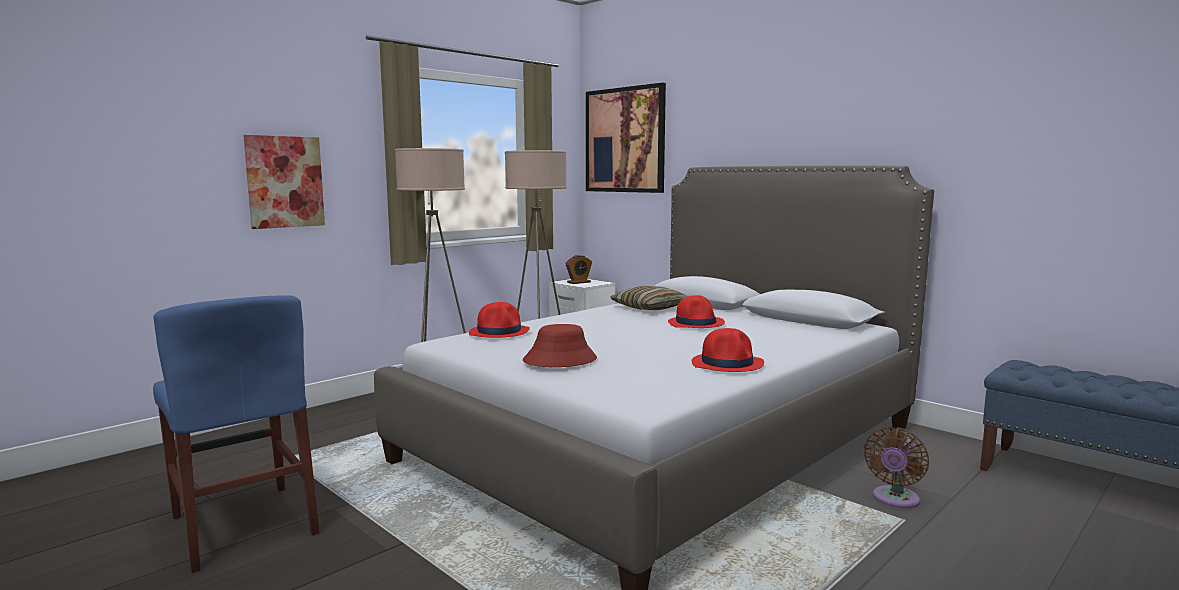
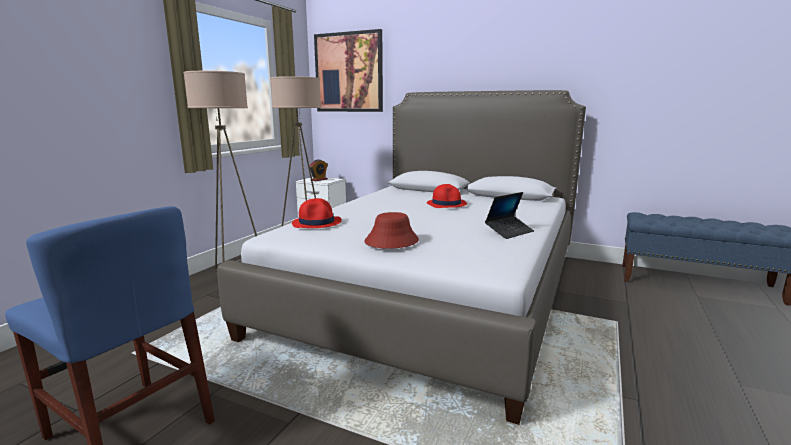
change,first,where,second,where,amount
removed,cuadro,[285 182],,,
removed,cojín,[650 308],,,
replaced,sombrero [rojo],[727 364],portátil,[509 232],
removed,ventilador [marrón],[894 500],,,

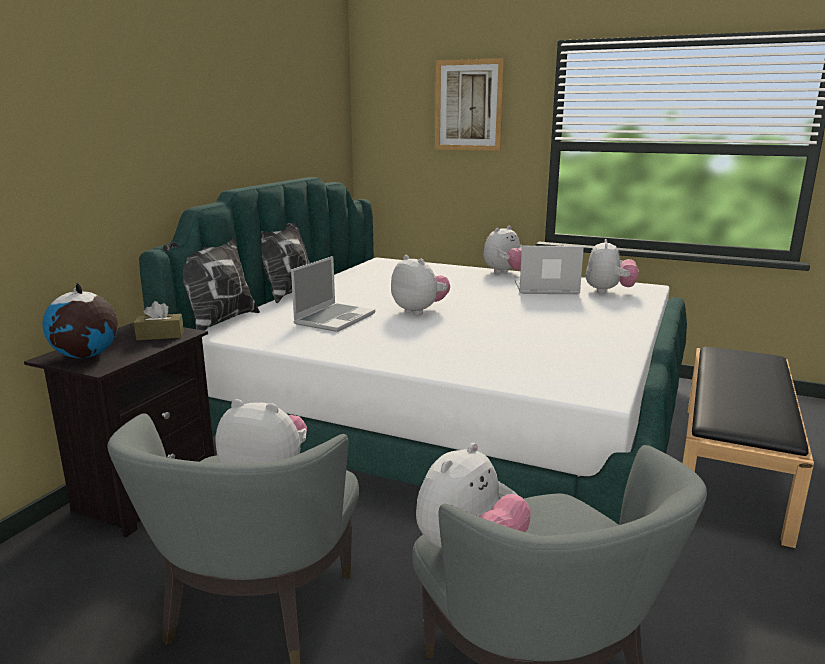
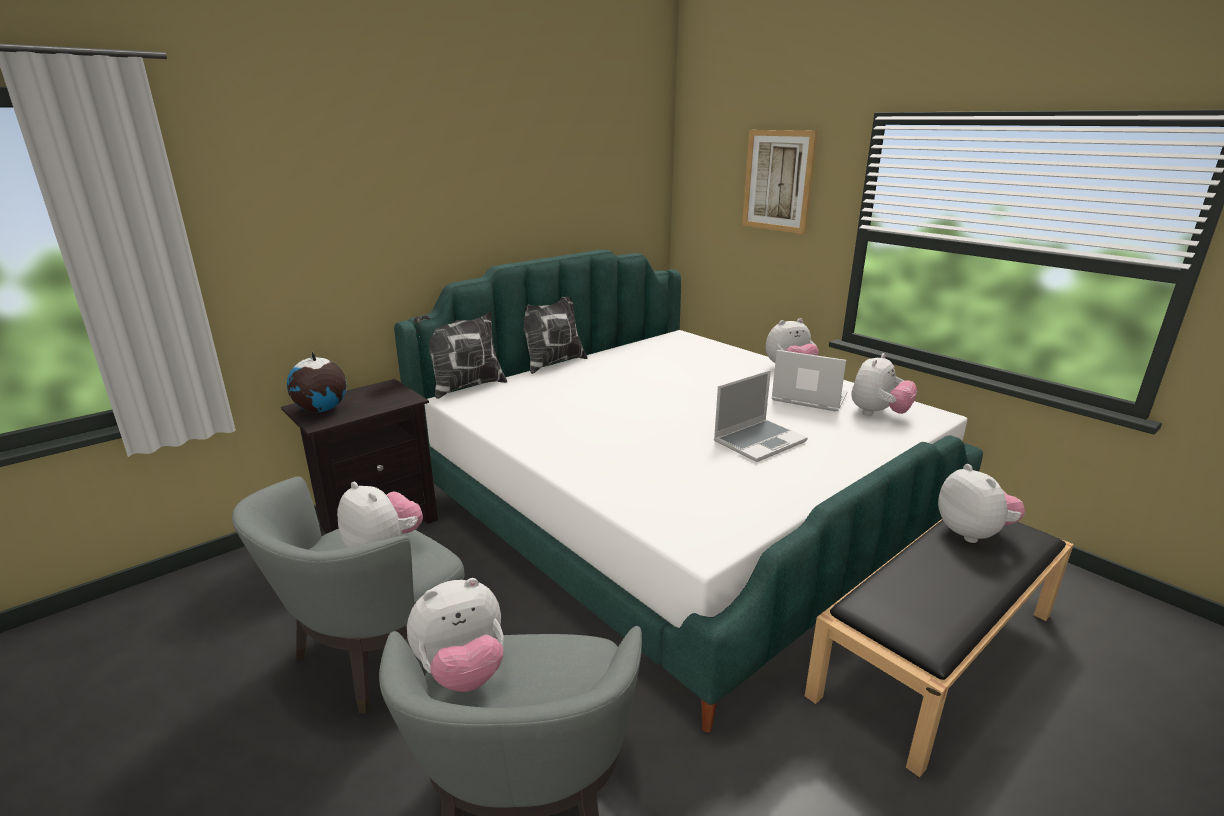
change,first,where,second,where,amount
moved,peluche,[419 311],,[973 533],
moved,portátil,[334 318],,[759 441],
removed,caja de pañuelos [marrón],[160 335],,,

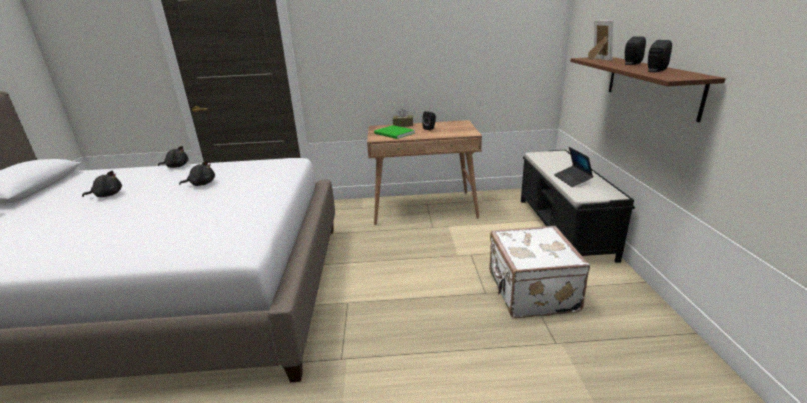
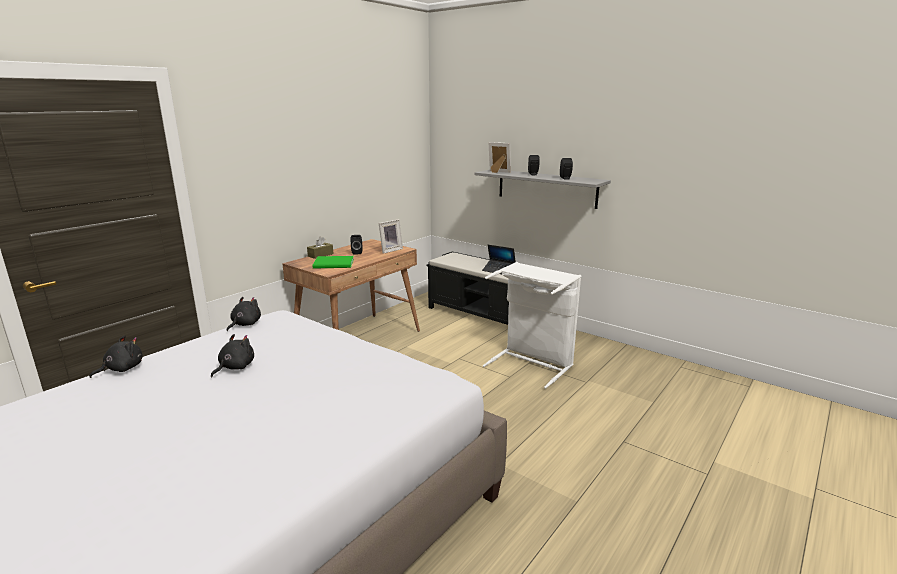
change,first,where,second,where,amount
recoloured,estante [marrón],[651 85],estante [gris],[546 188],
moved,peluche [negro],[107 195],,[245 324],
replaced,maleta [blanco],[530 292],cesto de la ropa [blanco],[532 363],
added,,,portarretratos,[390 250],

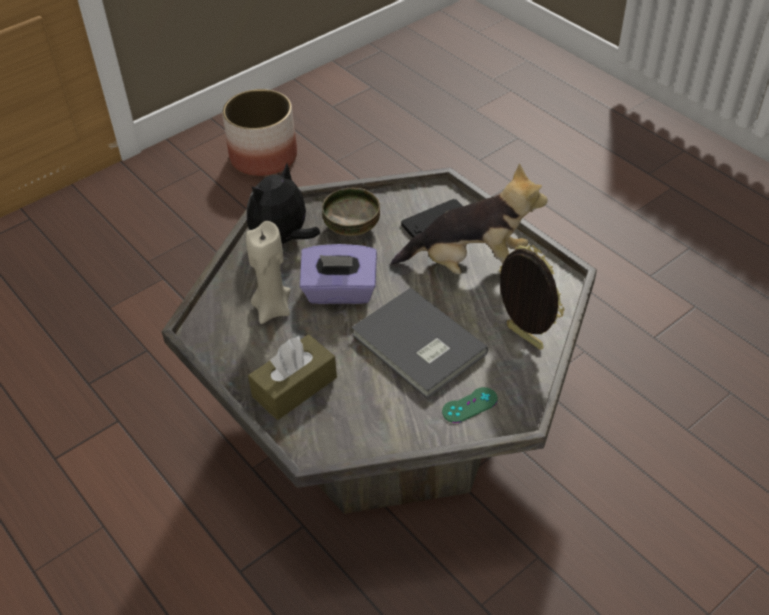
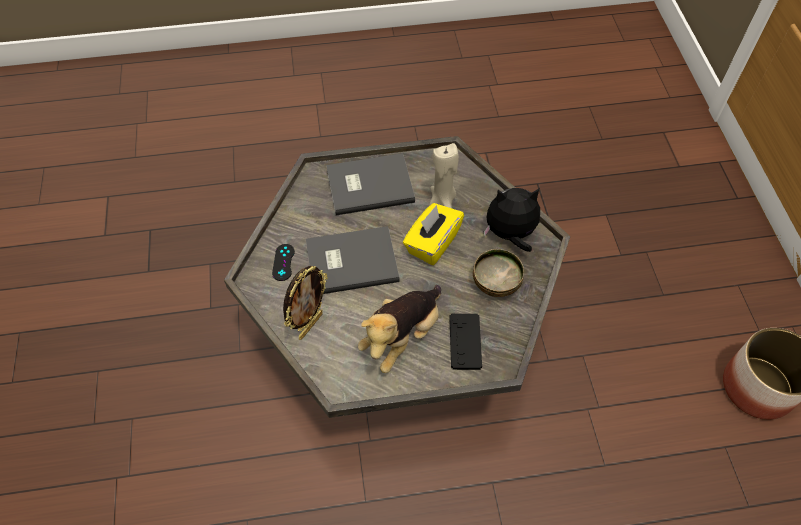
change,first,where,second,where,amount
turned,peluche,[282 240],,[510 235],75 degrees counterclockwise
recoloured,caja de pañuelos [morado],[340 292],caja de pañuelos [amarillo],[432 243],
turned,portarretratos,[522 338],,[310 325],45 degrees counterclockwise
replaced,caja de pañuelos [marrón],[294 387],libro [gris],[368 185],
recoloured,mando de consola [verde],[469 405],mando de consola [negro],[283 262],

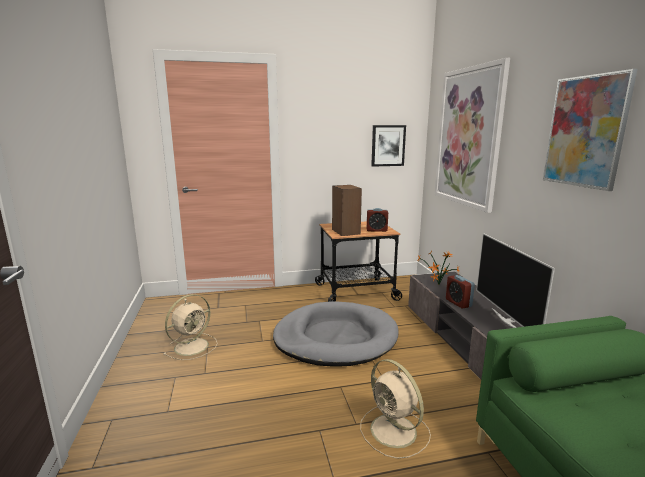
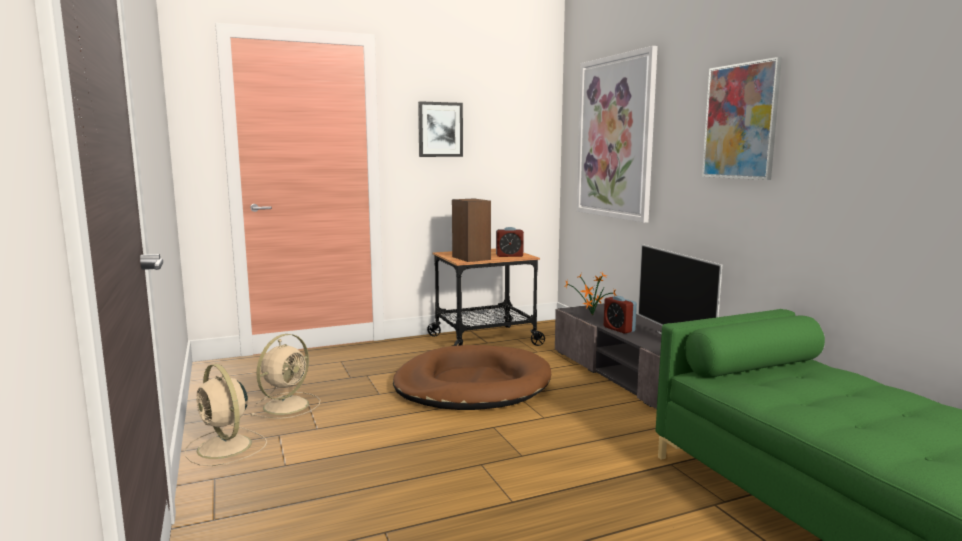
change,first,where,second,where,amount
moved,cuadro,[388 145],,[440 129],
recoloured,cama para perro [gris],[335 338],cama para perro [marrón],[472 385],
moved,ventilador [beis],[395 432],,[225 447],

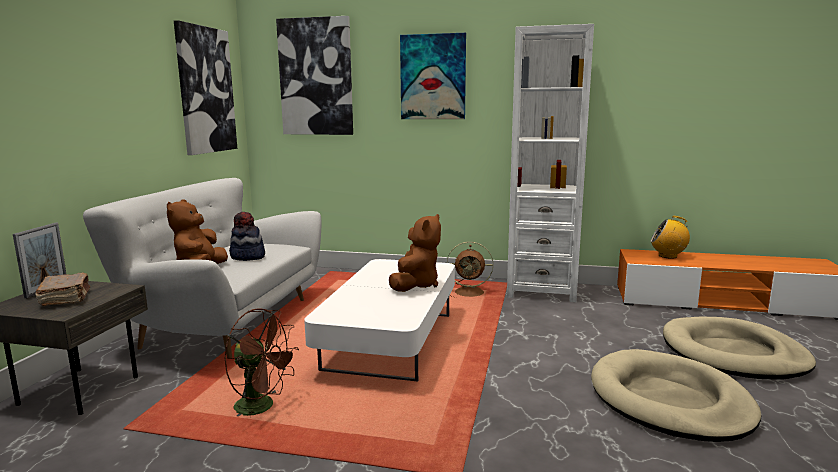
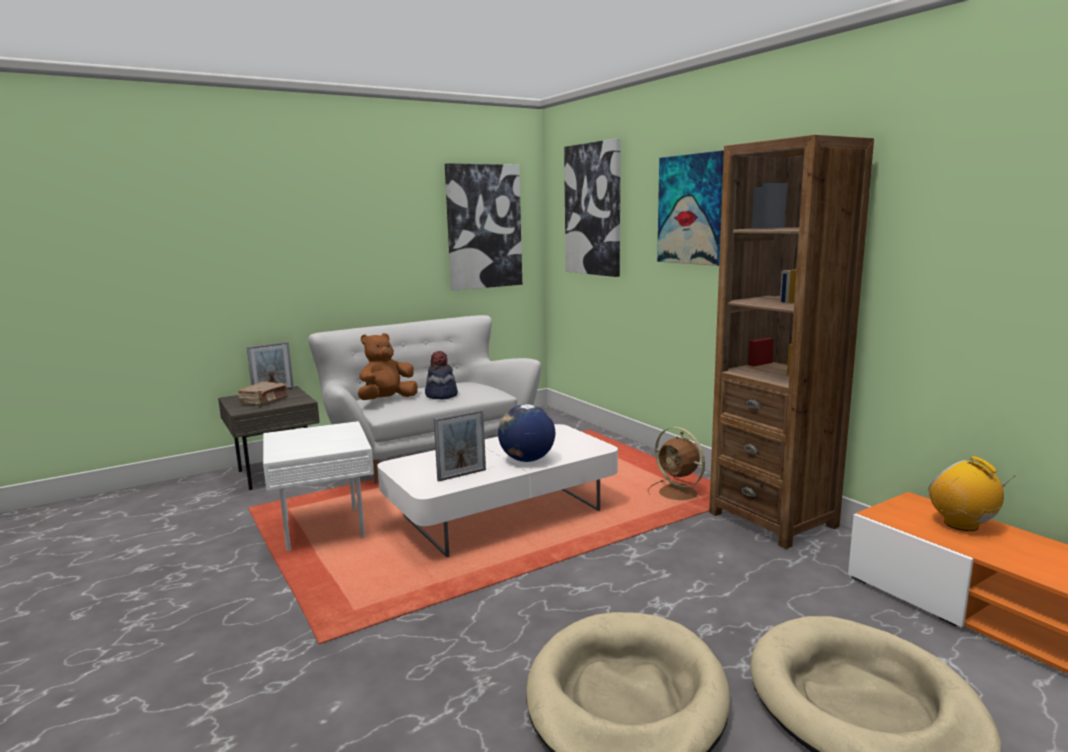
change,first,where,second,where,amount
recoloured,estantería [blanco],[541 290],estantería [marrón],[772 519],
replaced,peluche [marrón],[416 285],globo terráqueo,[526 460],
replaced,ventilador [marrón],[262 407],mesa auxiliar [blanco],[326 528],
added,,,portarretratos,[462 475],

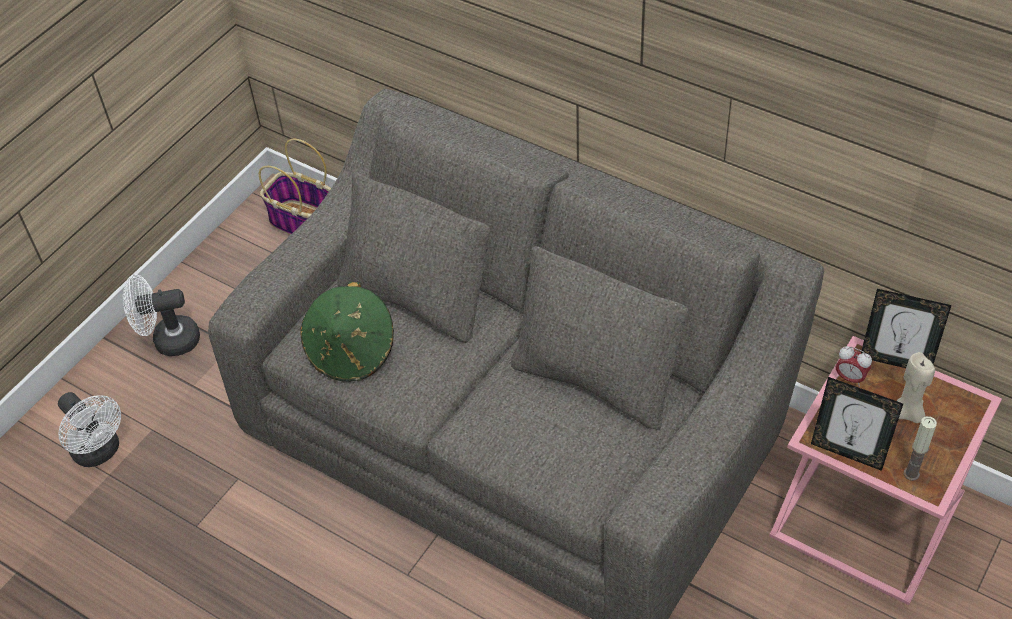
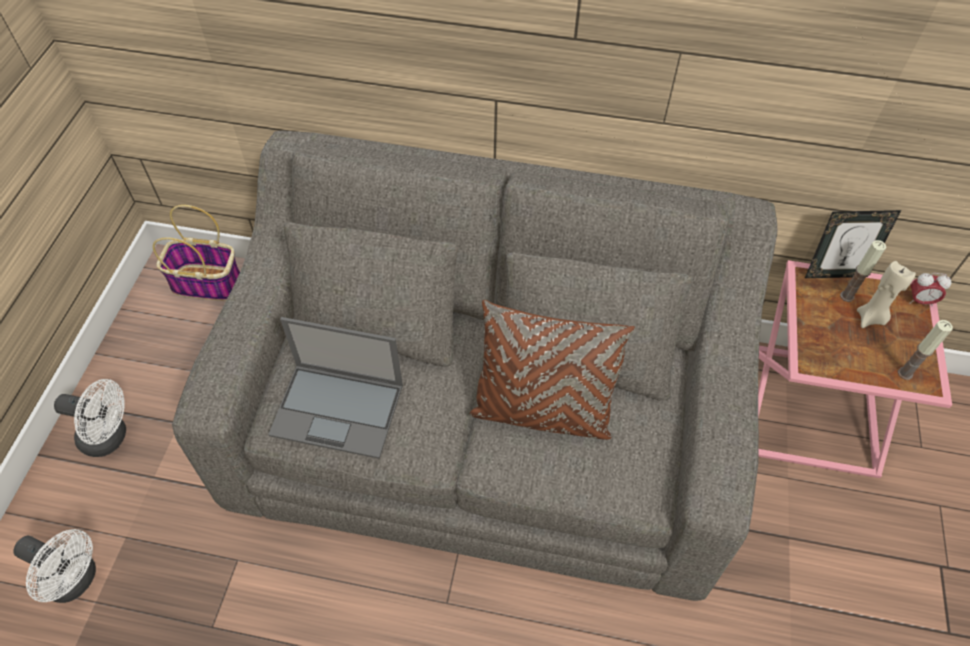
change,first,where,second,where,amount
turned,ventilador [blanco],[168 341],,[110 437],135 degrees counterclockwise
replaced,sombrero [verde],[352 351],portátil,[339 410],
moved,despertador,[850 378],,[919 301],
removed,portarretratos,[847 452],,,
added,,,vela,[847 296],
added,,,cojín [marrón],[542 412],

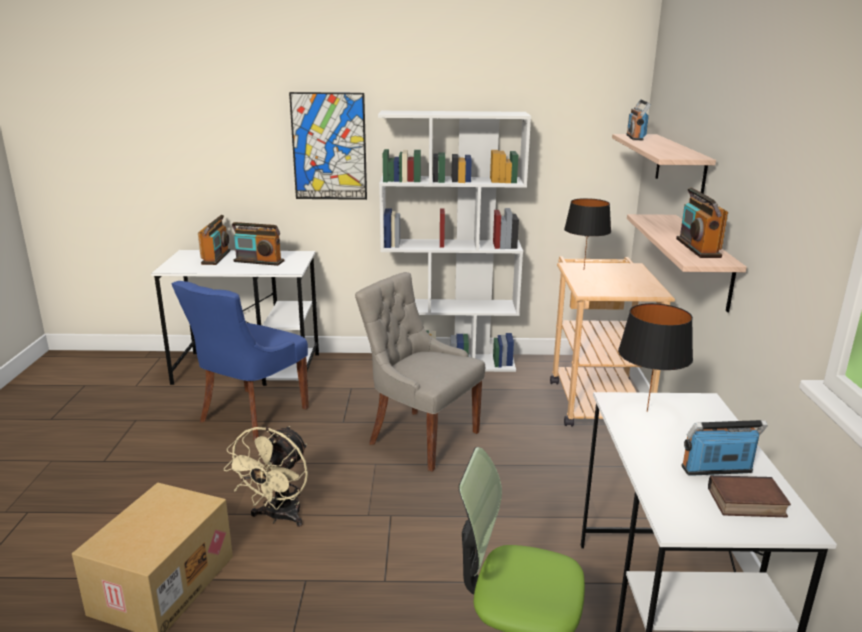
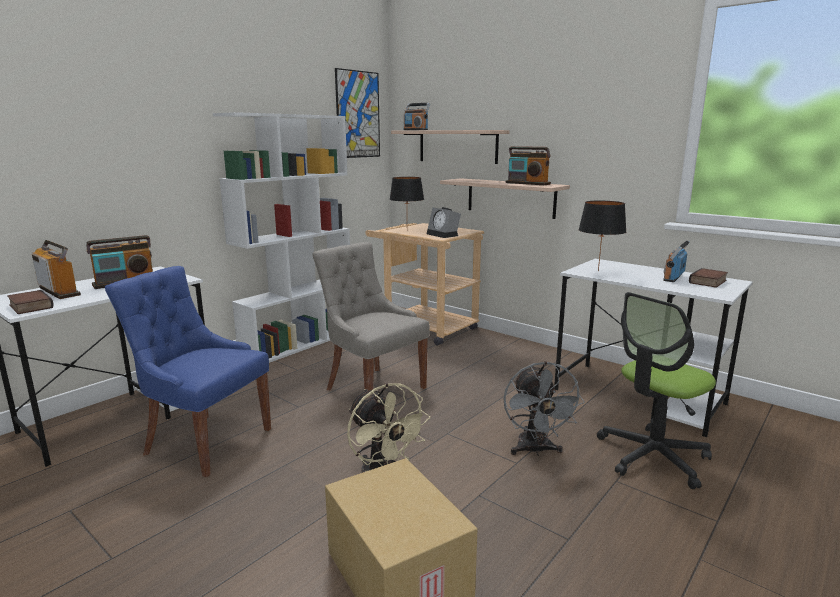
change,first,where,second,where,amount
moved,cuadro,[329 147],,[358 114],
turned,silla [gris],[421 437],,[373 388],60 degrees clockwise
turned,silla [azul],[251 415],,[205 441],135 degrees clockwise
added,,,despertador,[444 235],
added,,,libro,[29 306],
added,,,ventilador [gris],[535 450],

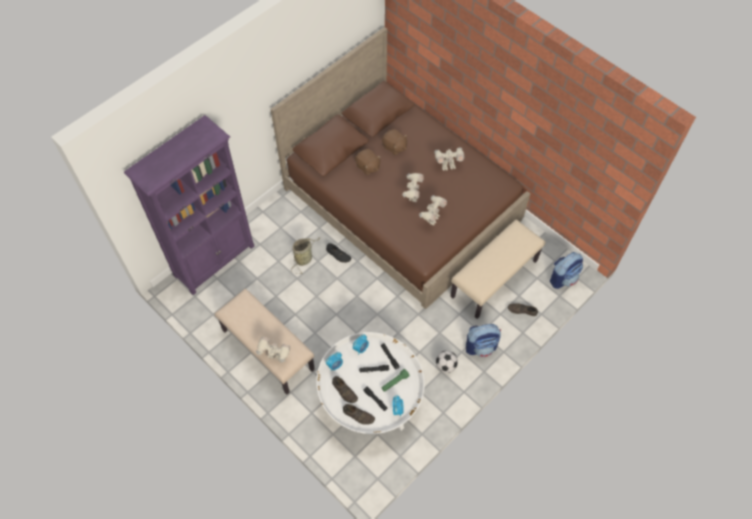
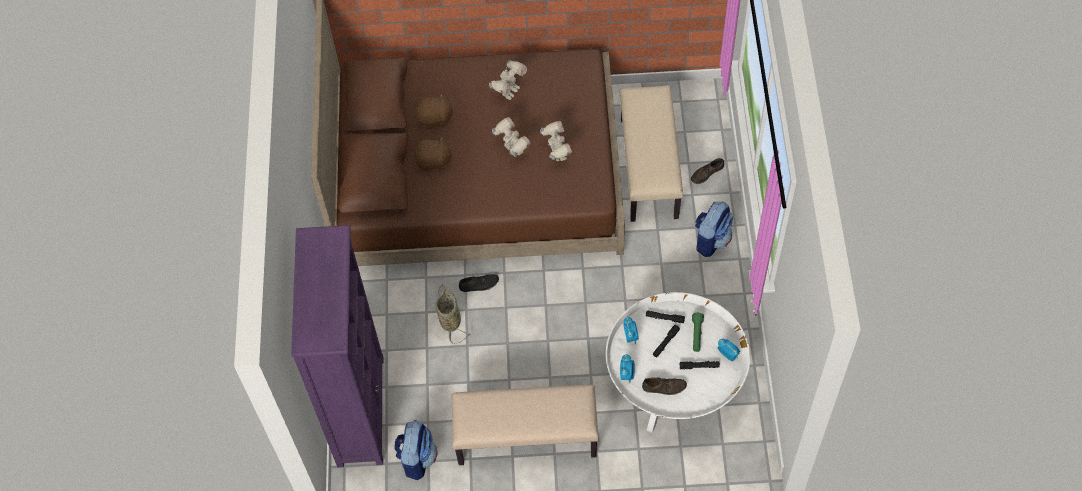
change,first,where,second,where,amount
moved,mochila,[563 278],,[417 458],
removed,robot de juguete,[275 357],,,
removed,balón de fútbol,[446 365],,,
removed,zapato [marrón],[358 415],,,

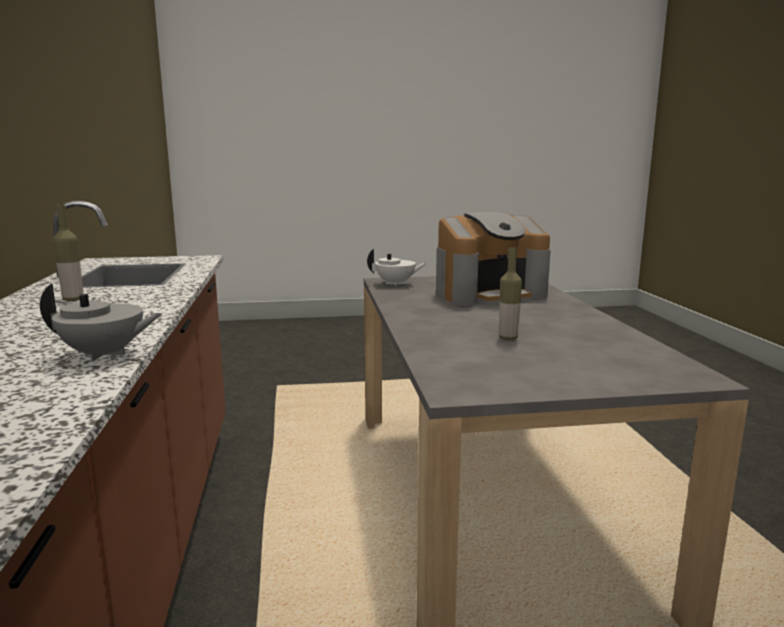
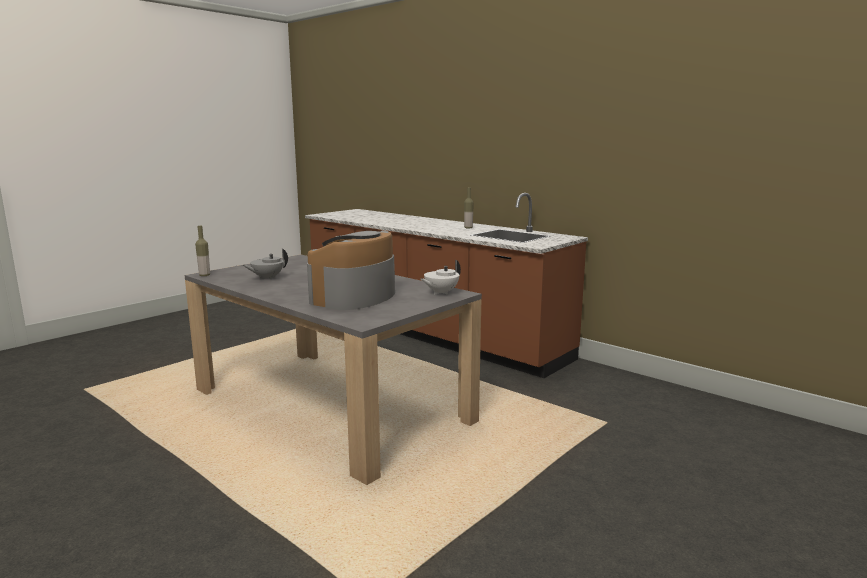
change,first,where,second,where,amount
moved,botella,[508 338],,[204 275],
moved,tetera [gris],[104 354],,[267 278],

